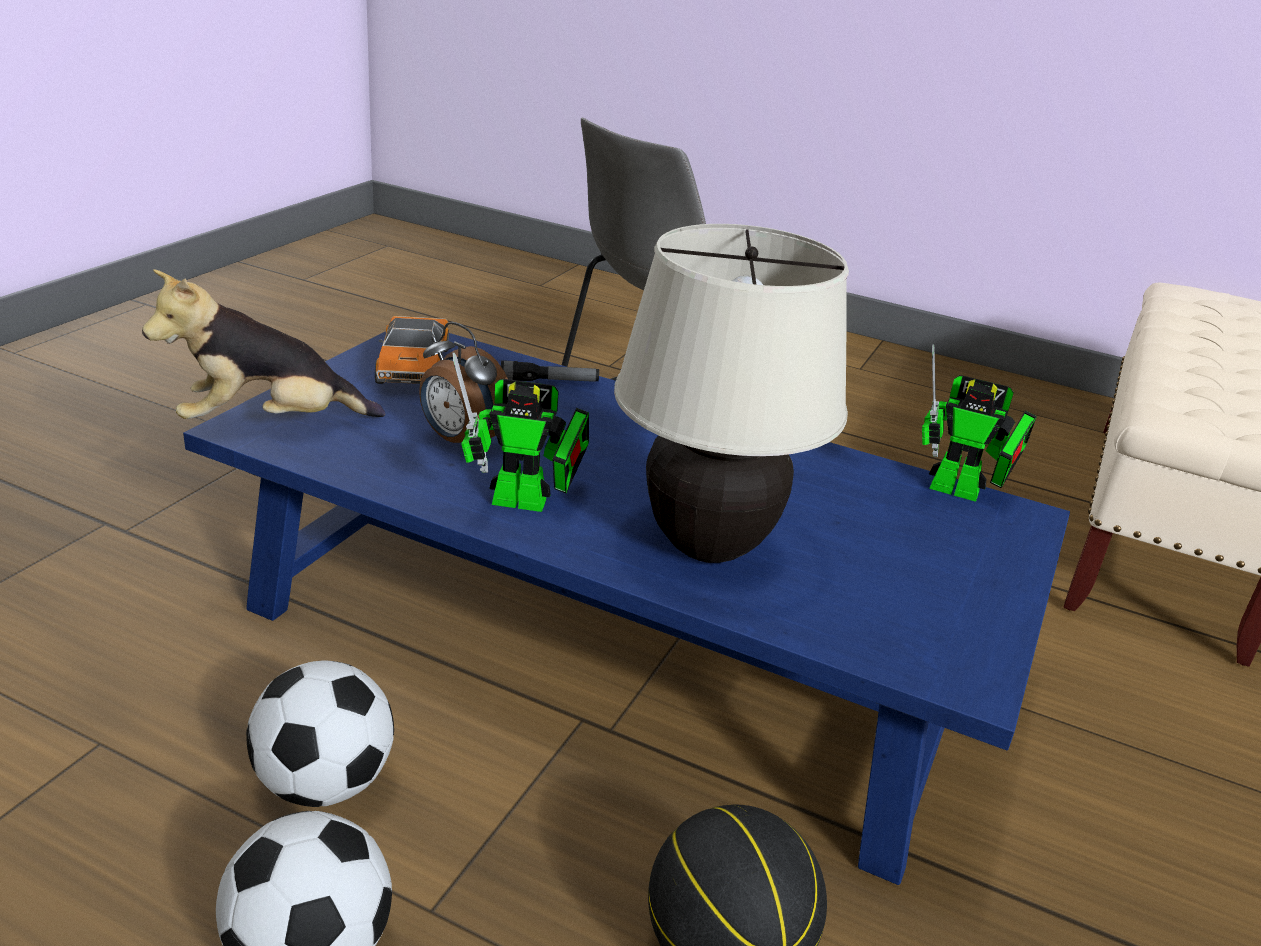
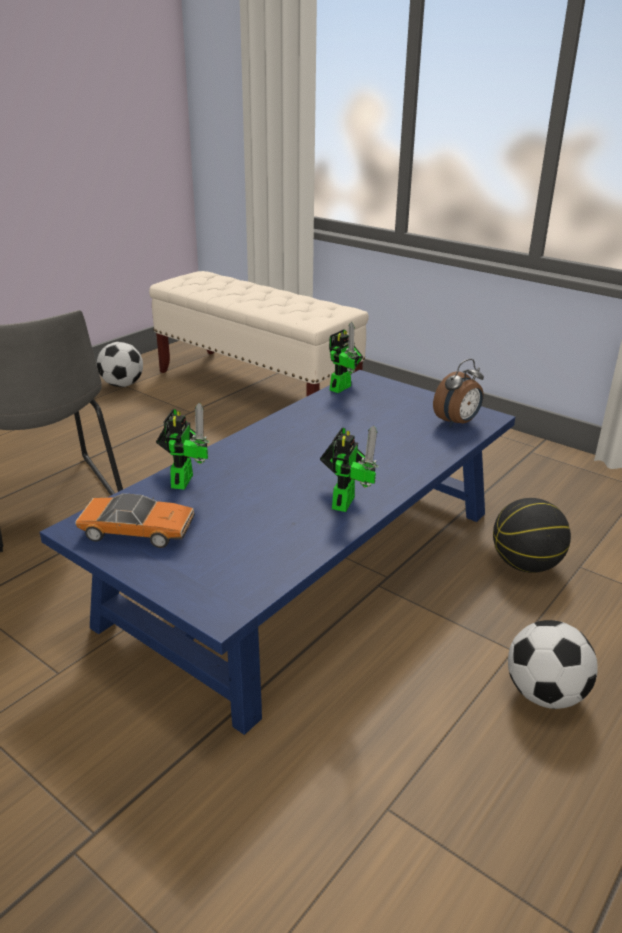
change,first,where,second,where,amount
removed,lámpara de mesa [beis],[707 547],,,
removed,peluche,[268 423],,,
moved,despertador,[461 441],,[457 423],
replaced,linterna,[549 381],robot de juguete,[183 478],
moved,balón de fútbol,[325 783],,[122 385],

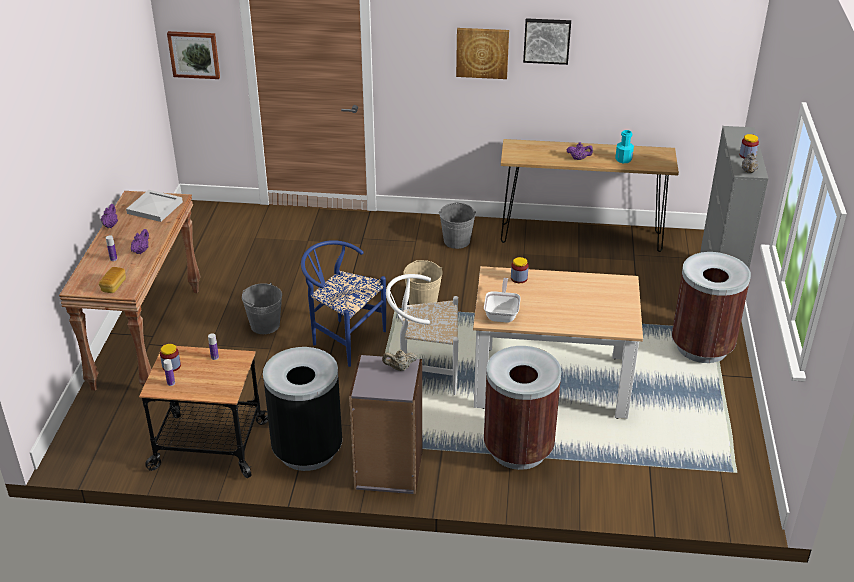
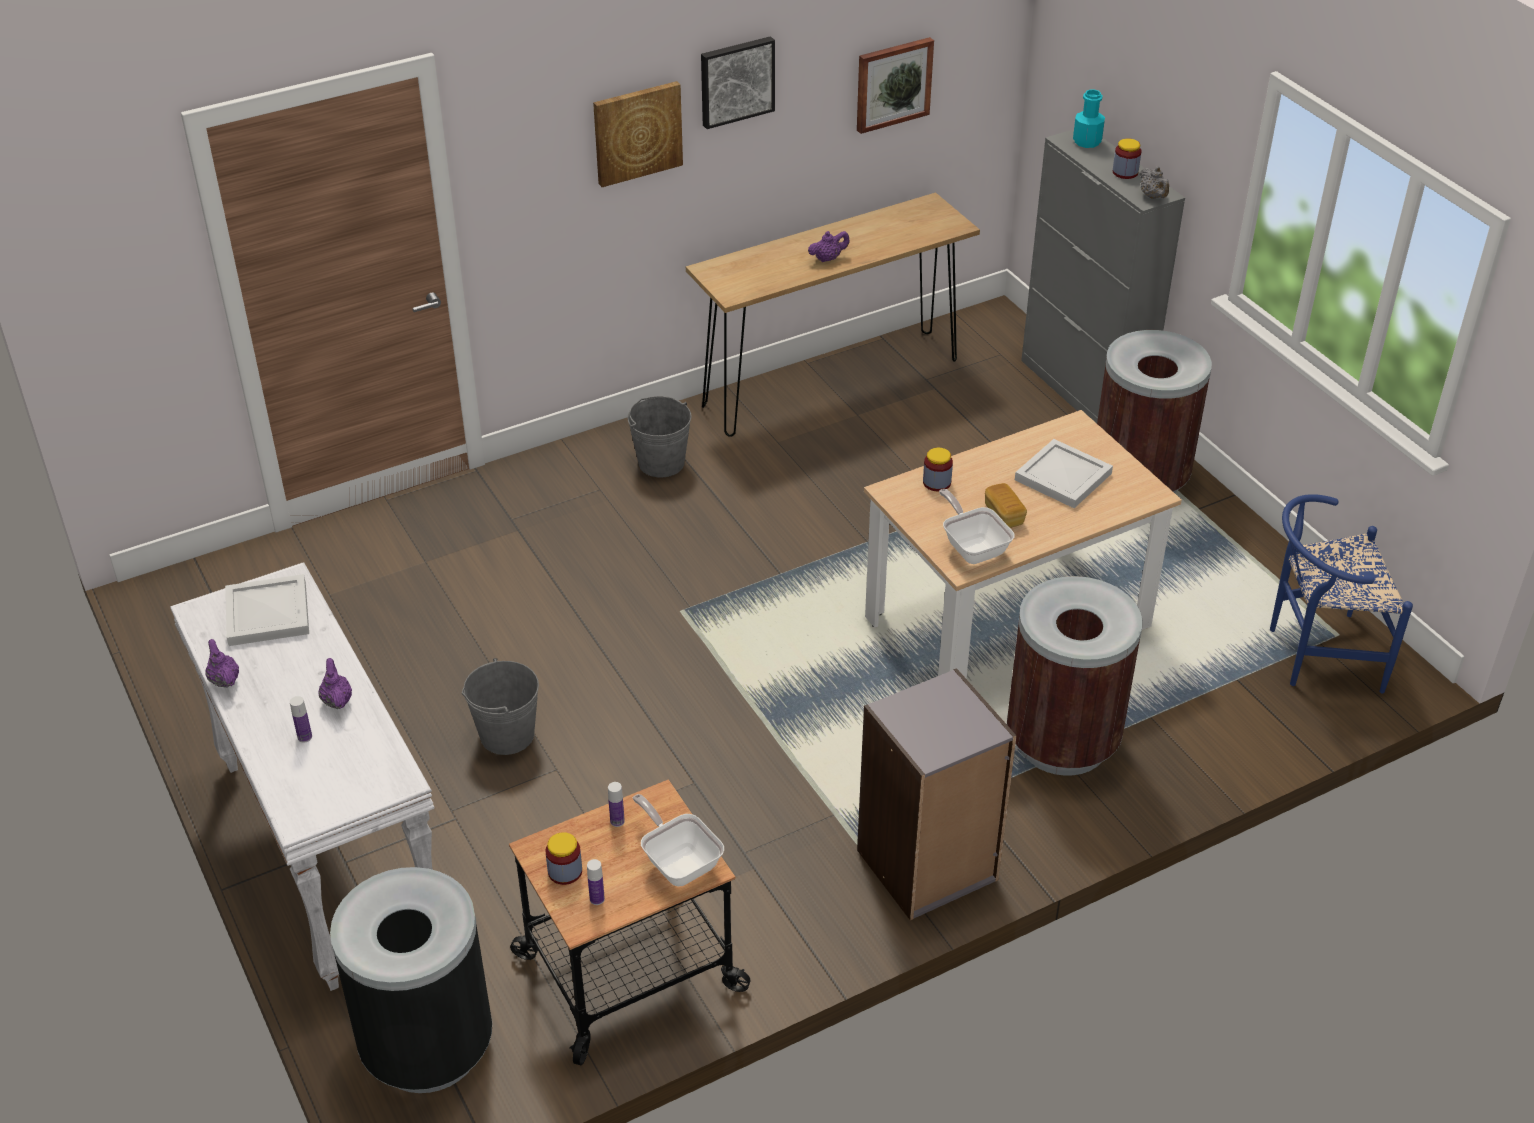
change,first,where,second,where,amount
moved,cuadro,[194 54],,[893 84],
moved,botella [turquesa],[623 159],,[1087 141],
recoloured,mesa consola [marrón],[147 337],mesa consola [blanco],[328 852],
moved,silla [azul],[343 338],,[1315 655],
removed,cubo [beis],[423 301],,,
moved,pan,[113 286],,[1004 515],
removed,silla [blanco],[424 372],,,
moved,papelera [negro],[307 450],,[427 1048],
removed,tetera [beis],[399 368],,,
added,,,bandeja [blanco],[1062 475],
added,,,sartén,[678 861],

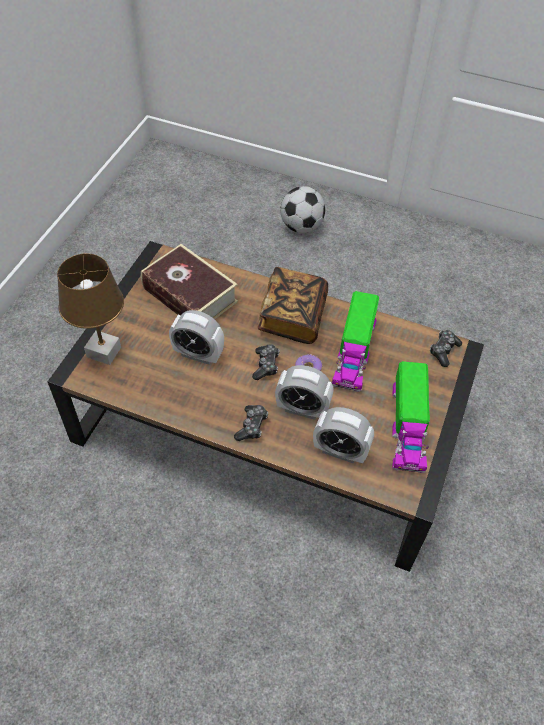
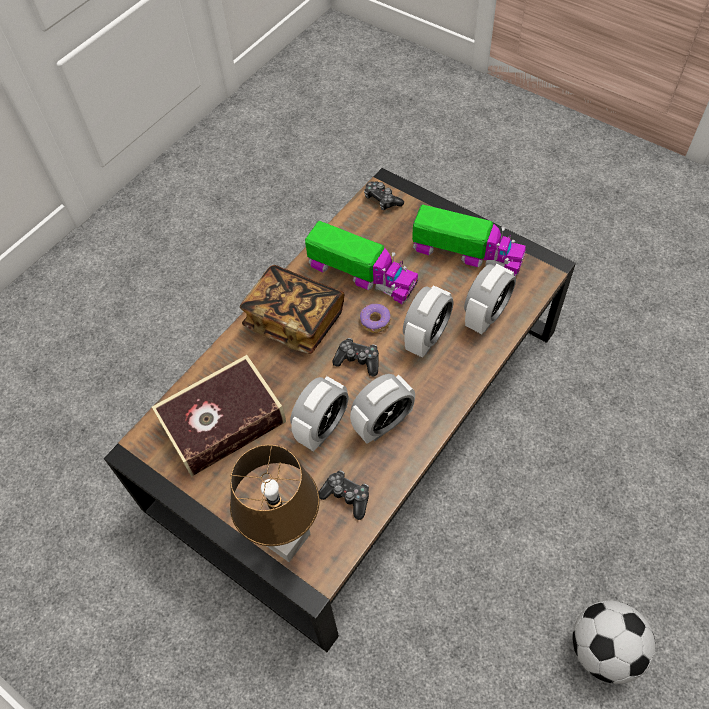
change,first,where,second,where,amount
moved,balón de fútbol,[301 226],,[603 649],
moved,mando de consola,[252 426],,[346 496],
added,,,despertador,[383 424],

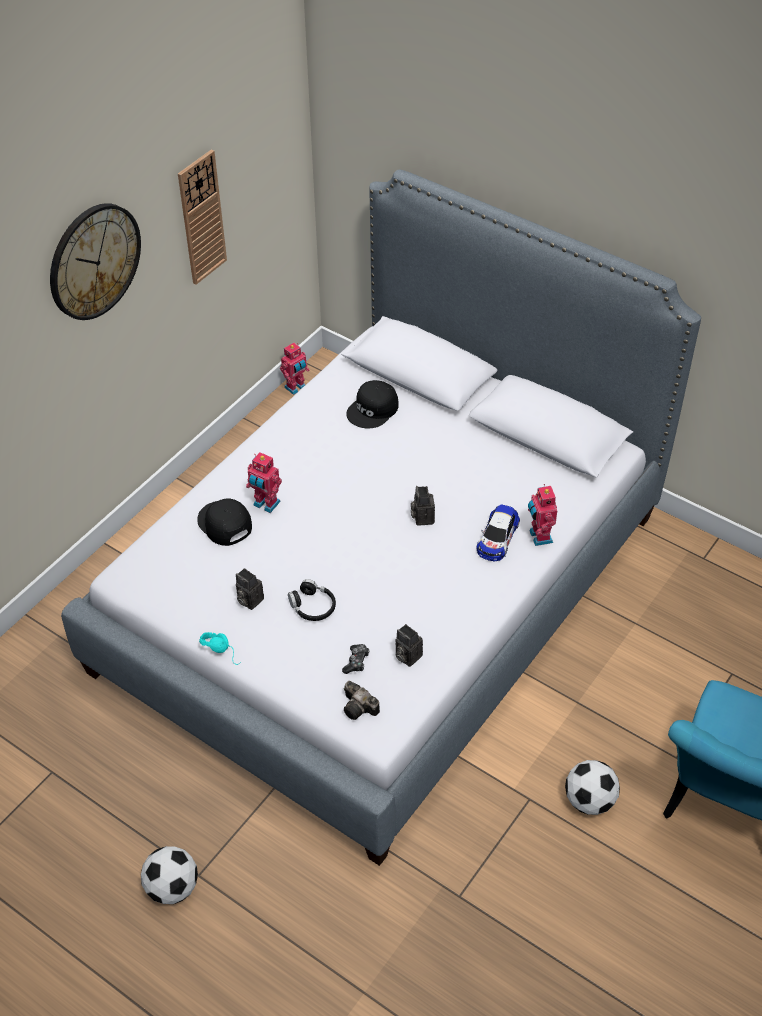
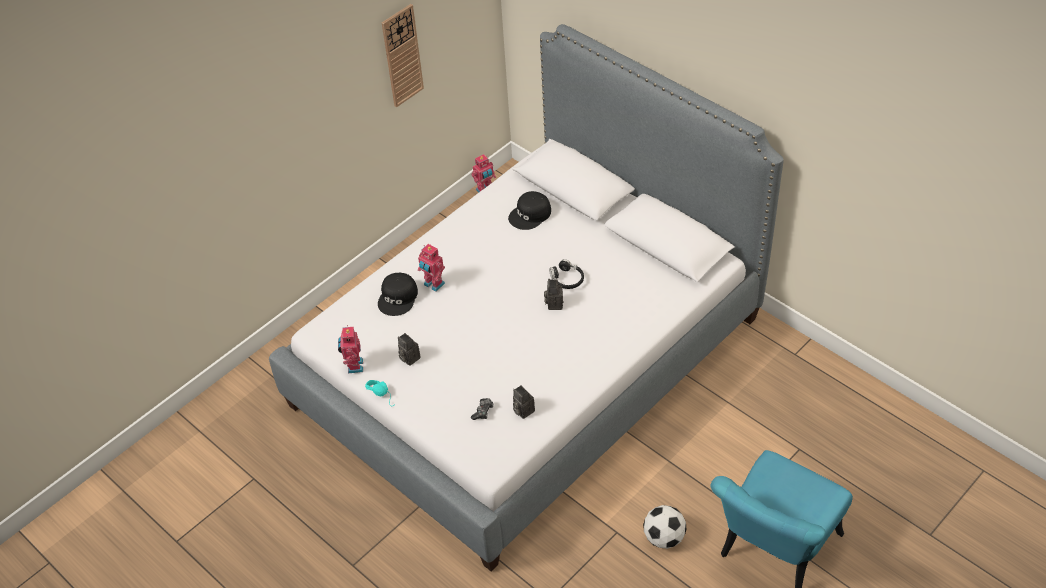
change,first,where,second,where,amount
removed,reloj de pared,[94 261],,,
moved,robot de juguete,[539 537],,[353 366],
turned,gorra [negro],[224 524],,[398 298],135 degrees counterclockwise
removed,coche de juguete,[497 538],,,
moved,auriculares [negro],[312 606],,[567 279],
removed,cámara,[360 708],,,
removed,balón de fútbol,[172 887],,,

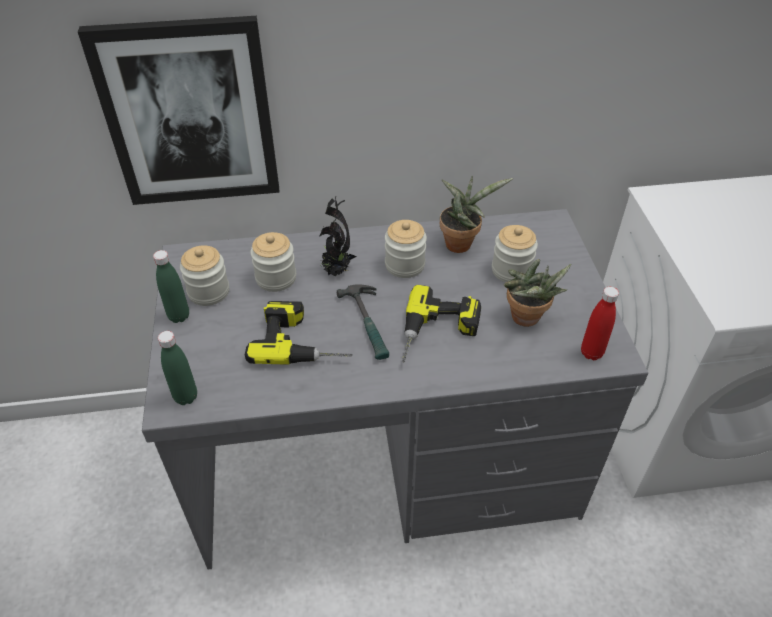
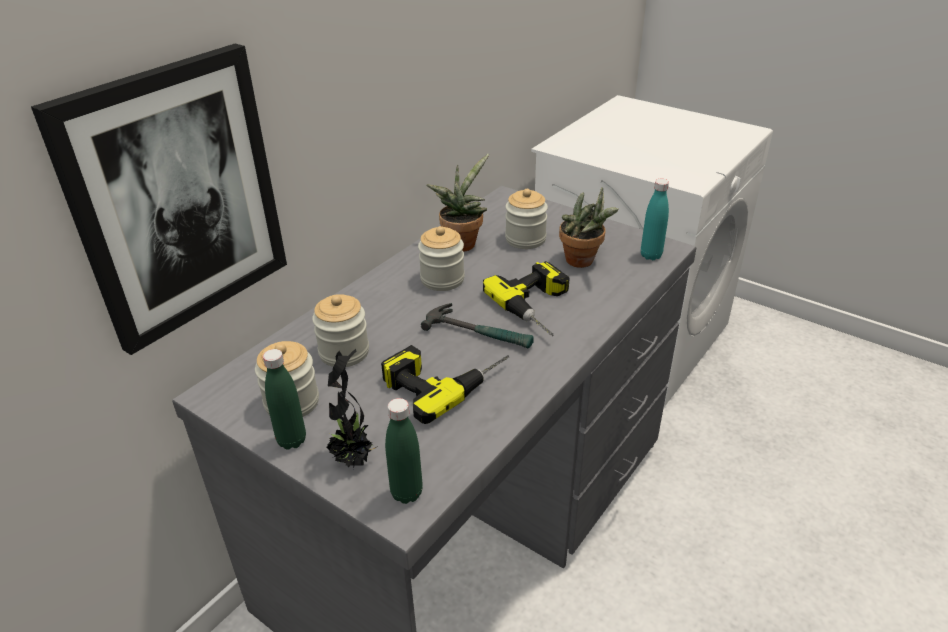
change,first,where,second,where,amount
moved,planta en maceta,[337 271],,[354 460],
recoloured,botella [rojo],[591 353],botella [turquesa],[651 255],

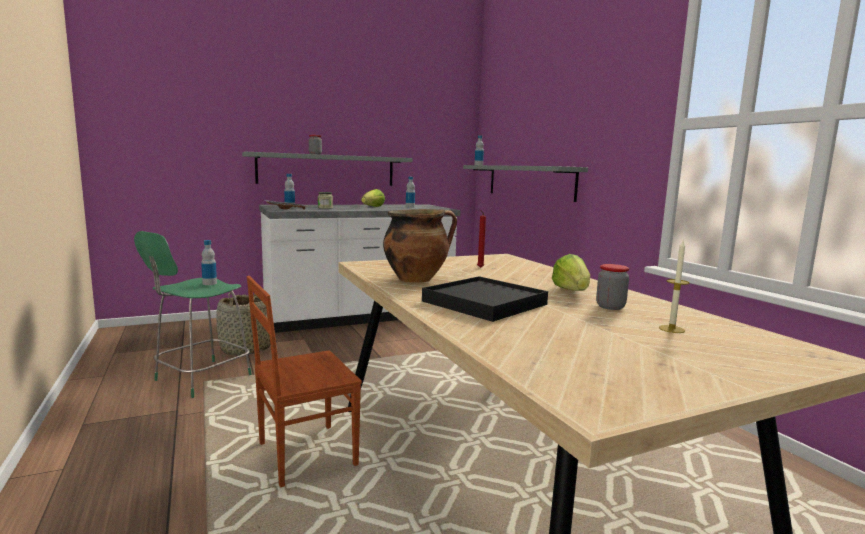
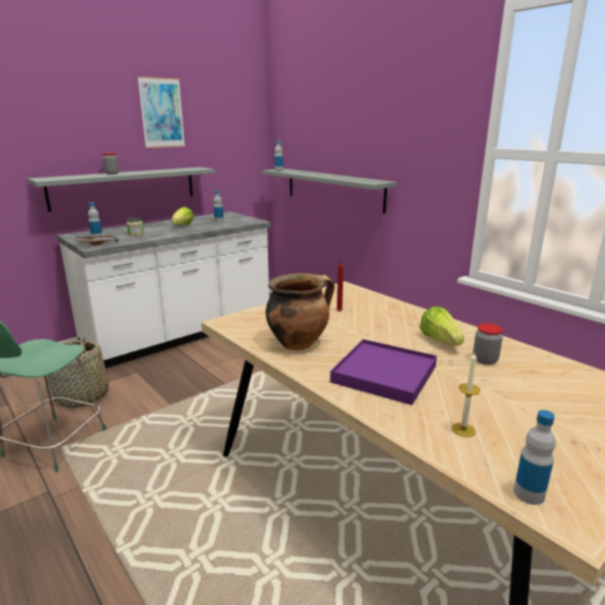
change,first,where,second,where,amount
moved,botella,[209 283],,[529 494],
moved,vela,[671 329],,[463 430],
removed,silla [marrón],[304 454],,,
recoloured,bandeja [negro],[484 303],bandeja [morado],[384 374],
added,,,cuadro,[162 113],

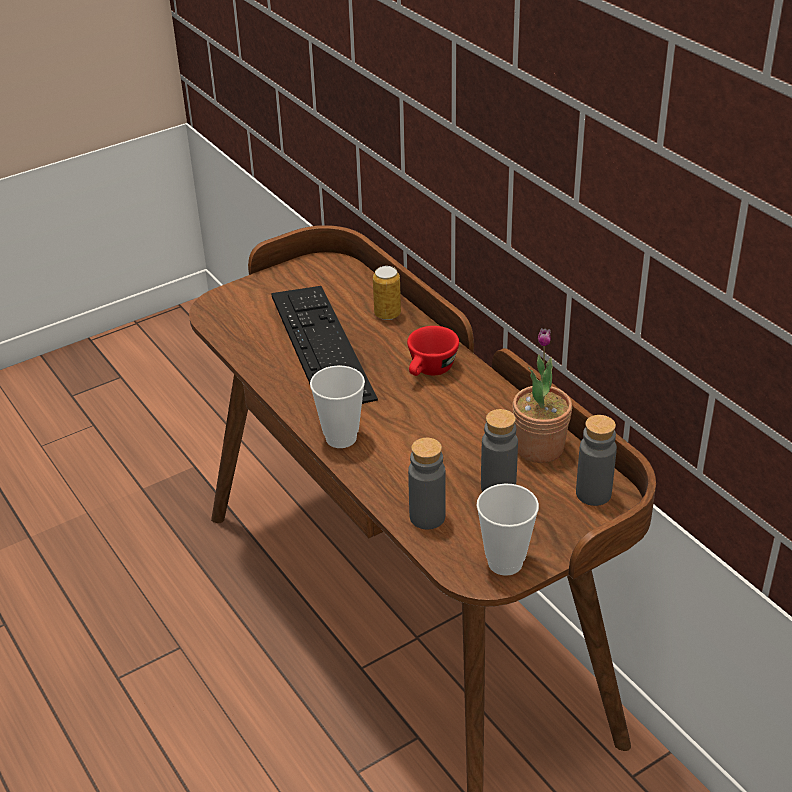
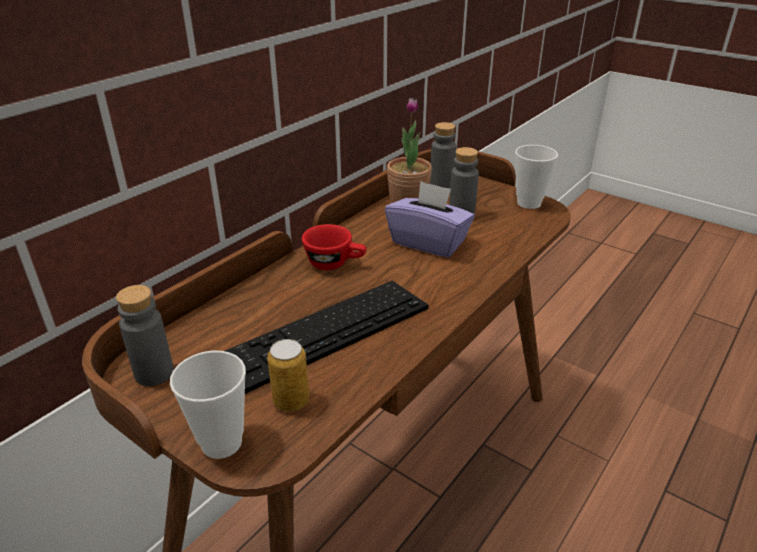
change,first,where,second,where,amount
moved,lata,[387 314],,[291 401],
moved,taza,[341 438],,[221 443],
moved,botella [gris],[427 517],,[154 373],
added,,,caja de pañuelos [morado],[428 242],

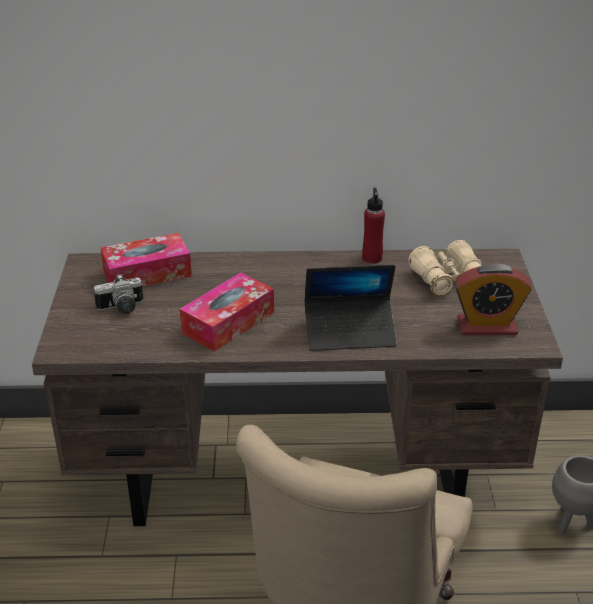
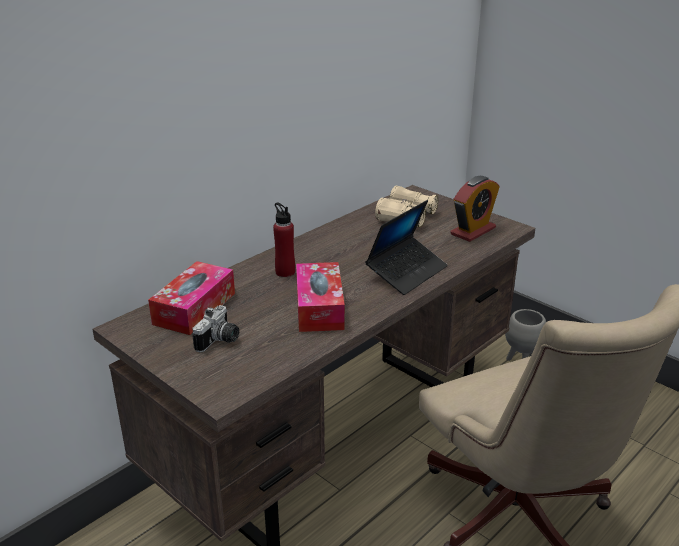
change,first,where,second,where,amount
moved,botella [rojo],[372 258],,[285 272],

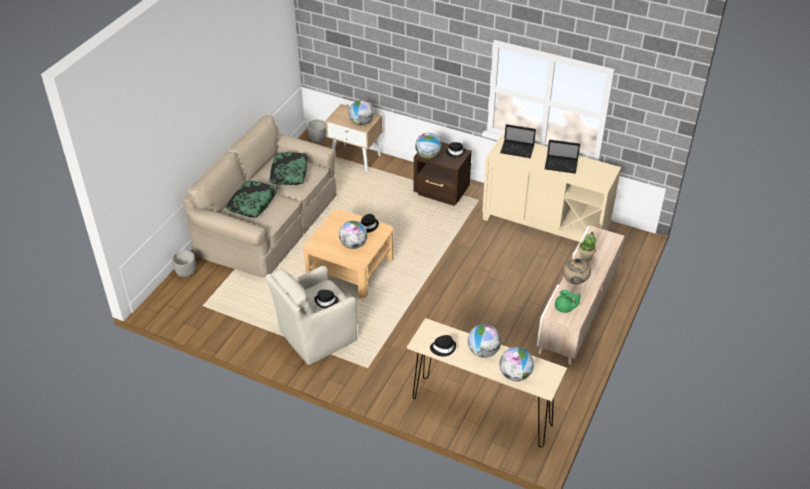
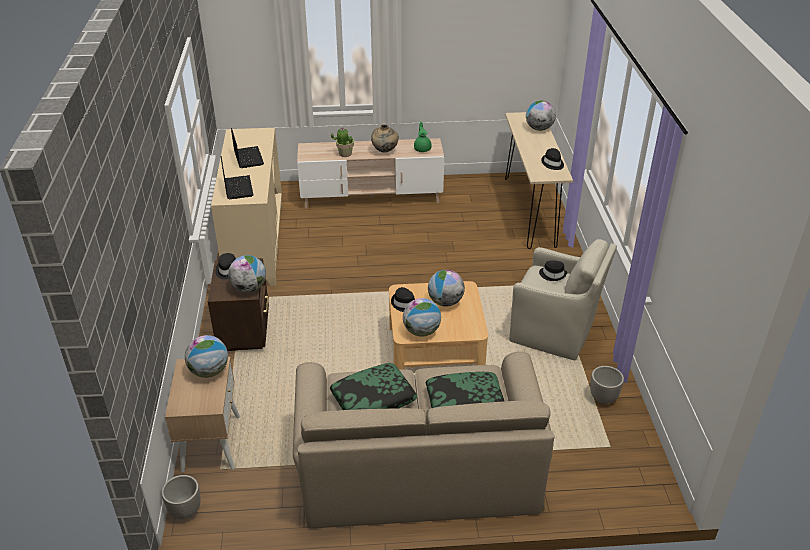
change,first,where,second,where,amount
moved,maceta,[186 273],,[603 398],
moved,globo terráqueo,[483 351],,[421 331],

